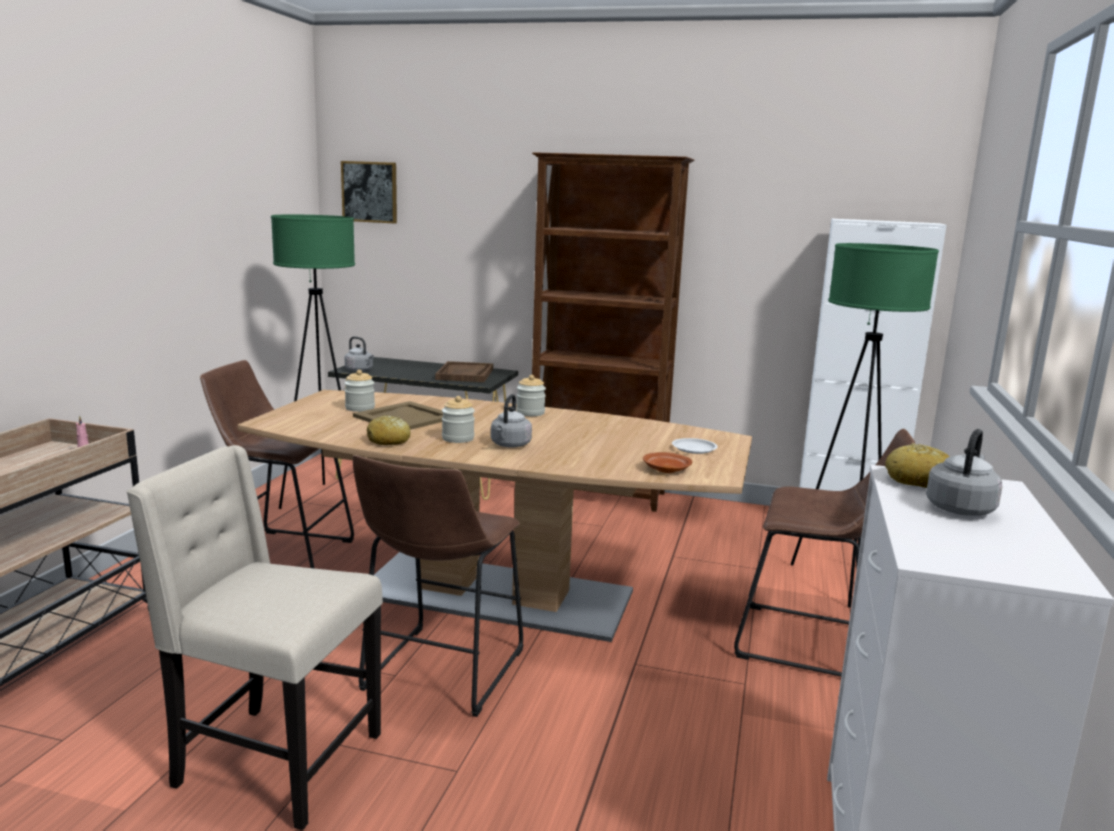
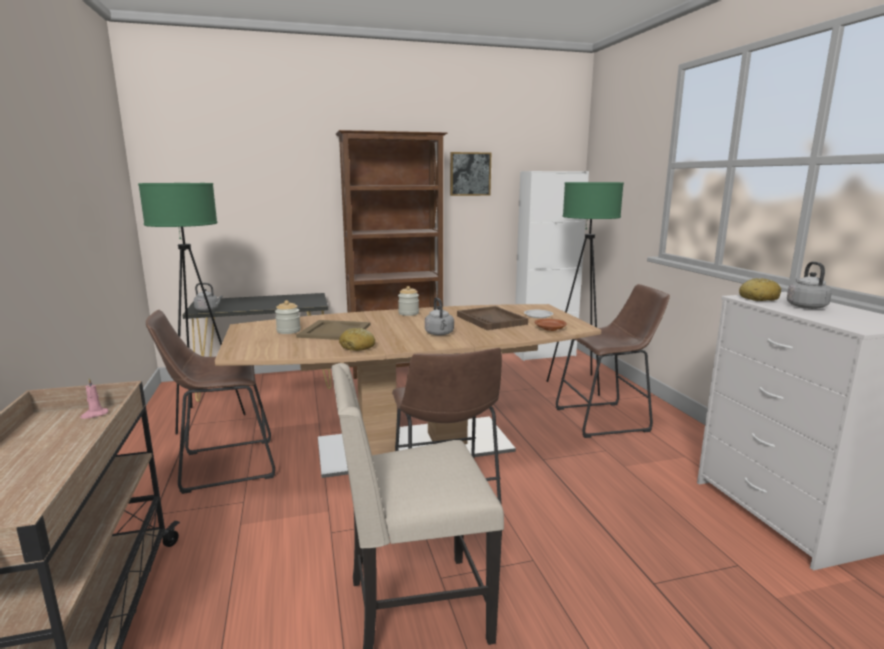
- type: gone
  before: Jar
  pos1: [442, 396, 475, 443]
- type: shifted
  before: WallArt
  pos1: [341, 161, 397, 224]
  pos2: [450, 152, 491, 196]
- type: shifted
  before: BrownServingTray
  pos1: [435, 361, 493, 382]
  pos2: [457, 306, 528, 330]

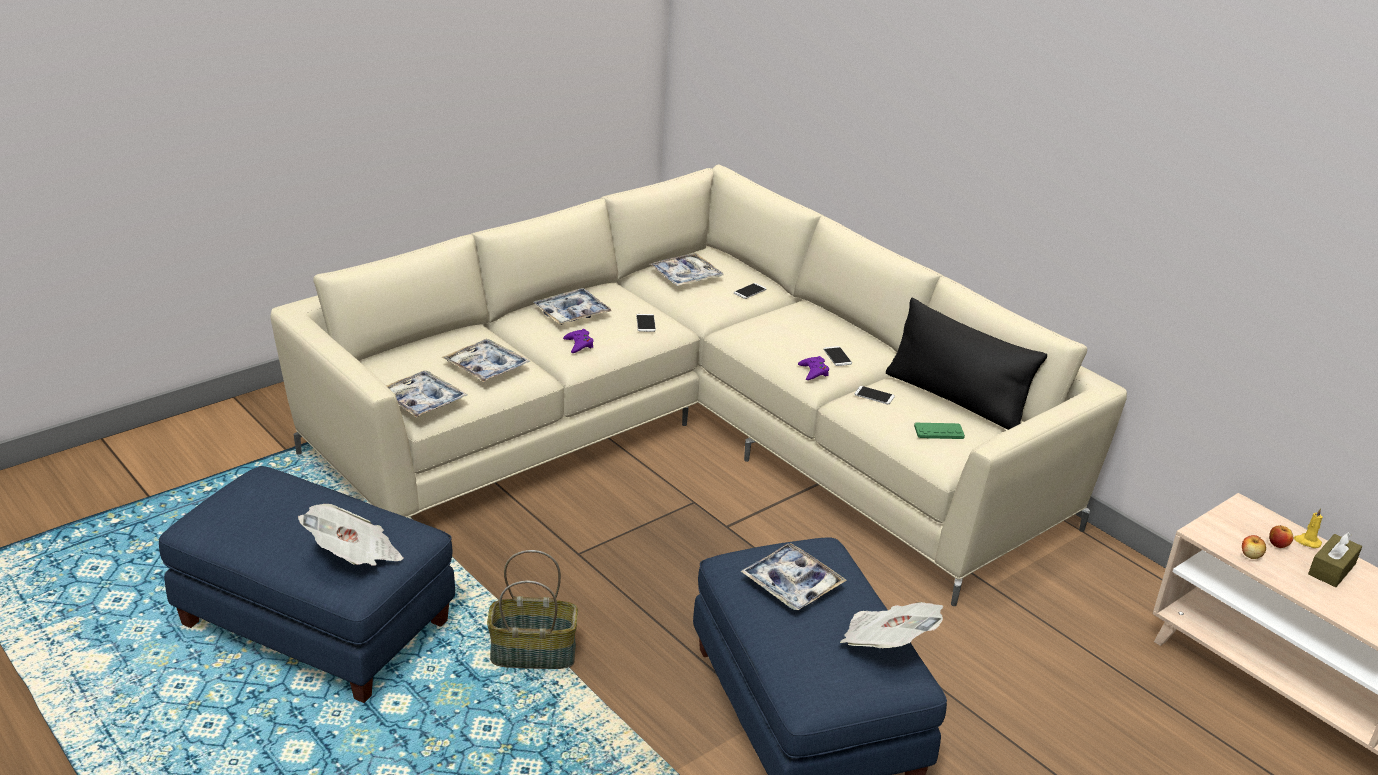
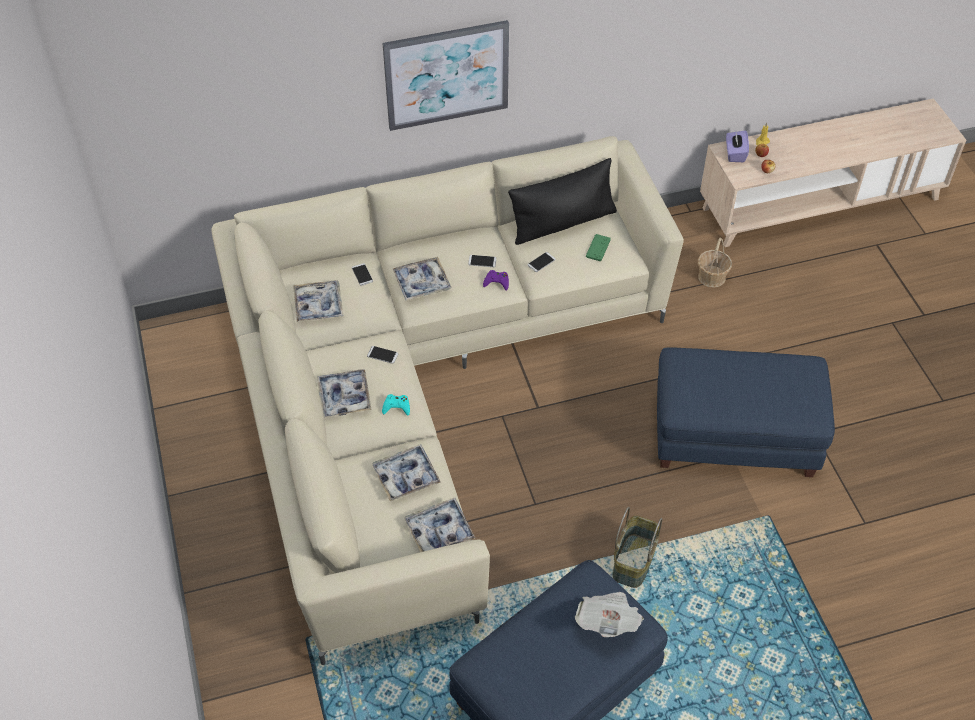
- type: gone
  before: PrintedPaper
  pos1: [840, 602, 944, 648]
- type: gone
  before: BrownTissueHolder
  pos1: [1308, 532, 1362, 587]
- type: new
  after: WallArt
  pos2: [383, 20, 509, 131]
- type: new
  after: HouseholdBasket
  pos2: [698, 238, 732, 288]
- type: new
  after: PurpleColouredTissueHolder
  pos2: [726, 130, 749, 162]
- type: shifted
  before: ServingTray
  pos1: [740, 543, 847, 610]
  pos2: [393, 257, 452, 300]
- type: repainted
  before: PurpleColouredGamepad
  after: TurquoiseColouredGamepad
  pos1: [563, 329, 594, 353]
  pos2: [382, 394, 410, 416]

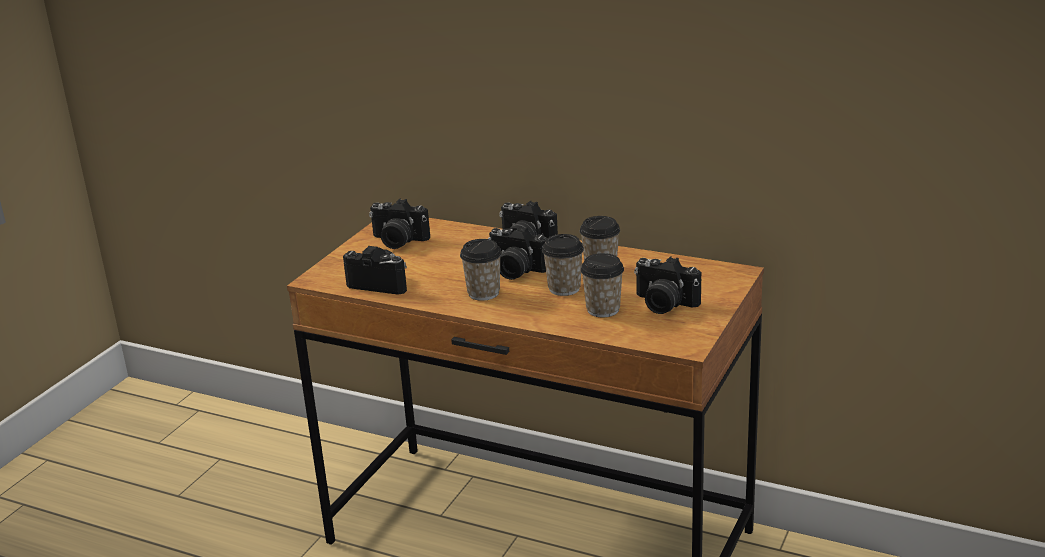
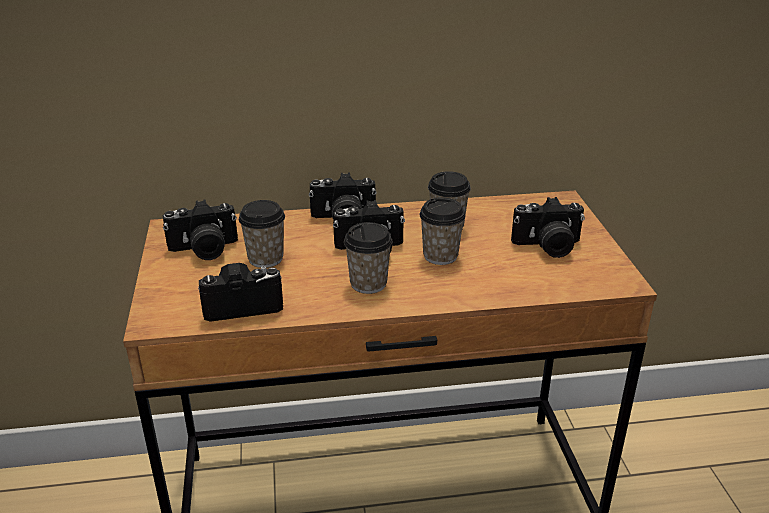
- type: shifted
  before: DrinkingCup
  pos1: [580, 253, 624, 317]
  pos2: [239, 200, 285, 268]

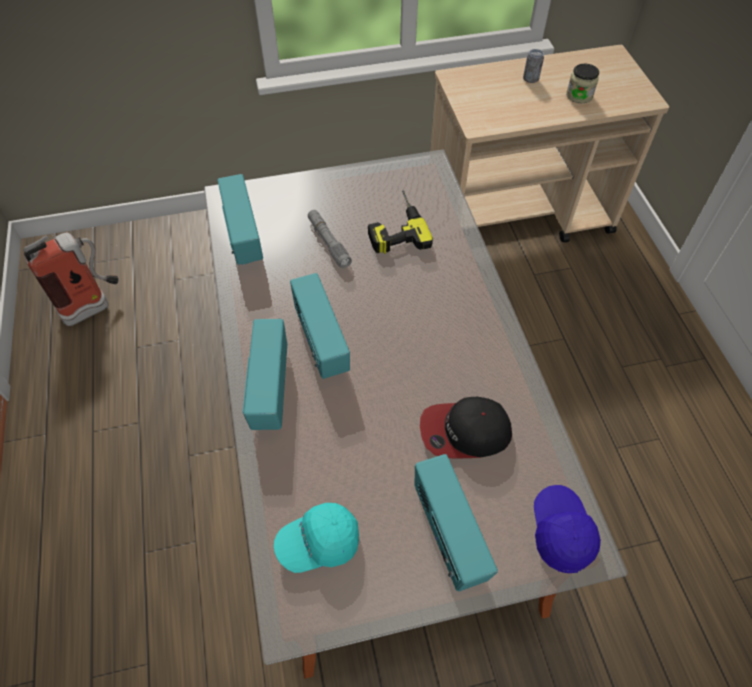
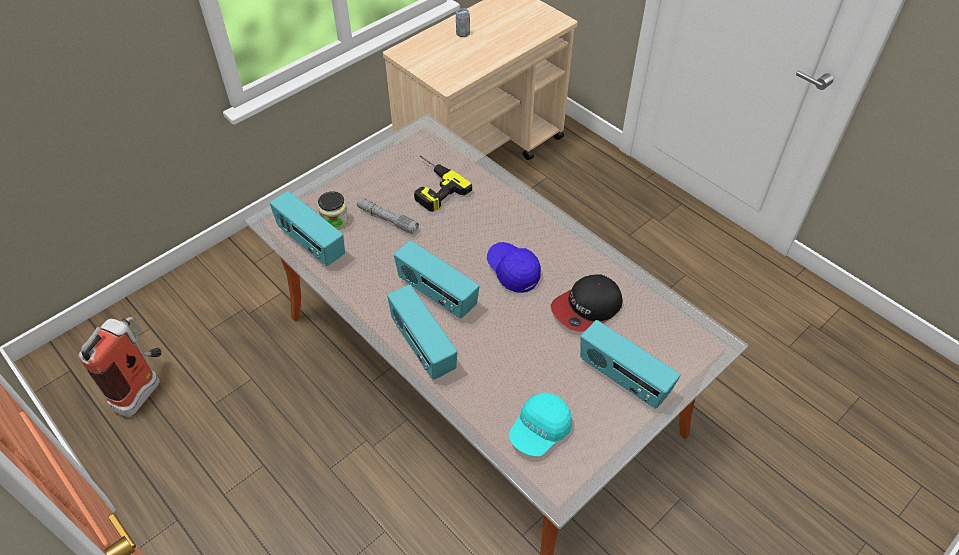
- type: shifted
  before: BluePeakedCap
  pos1: [534, 485, 601, 573]
  pos2: [487, 242, 541, 293]
- type: shifted
  before: Jar
  pos1: [566, 64, 599, 103]
  pos2: [318, 191, 349, 229]

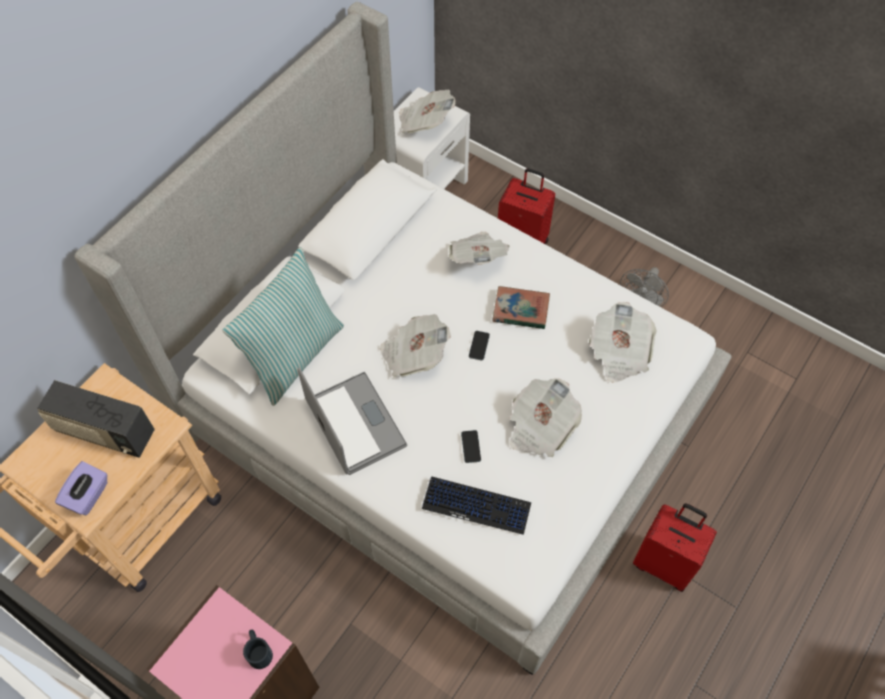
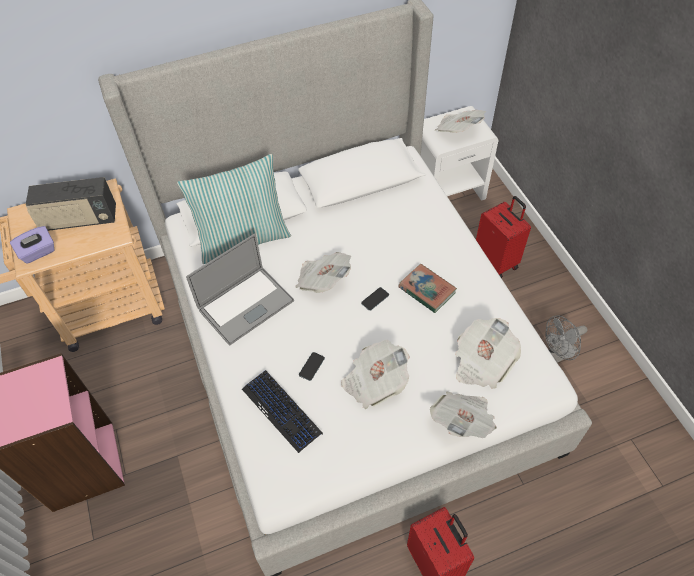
- type: gone
  before: BlackishCoffeeMug
  pos1: [243, 629, 273, 669]
- type: shifted
  before: PrintedPaper
  pos1: [448, 232, 510, 265]
  pos2: [430, 392, 496, 438]
- type: rotated
  before: Radio
  pos1: [37, 380, 155, 458]
  pos2: [26, 177, 116, 231]
  turn: -60
- type: rotated
  before: NotebookComputer
  pos1: [298, 367, 407, 475]
  pos2: [186, 233, 294, 345]
  turn: 45

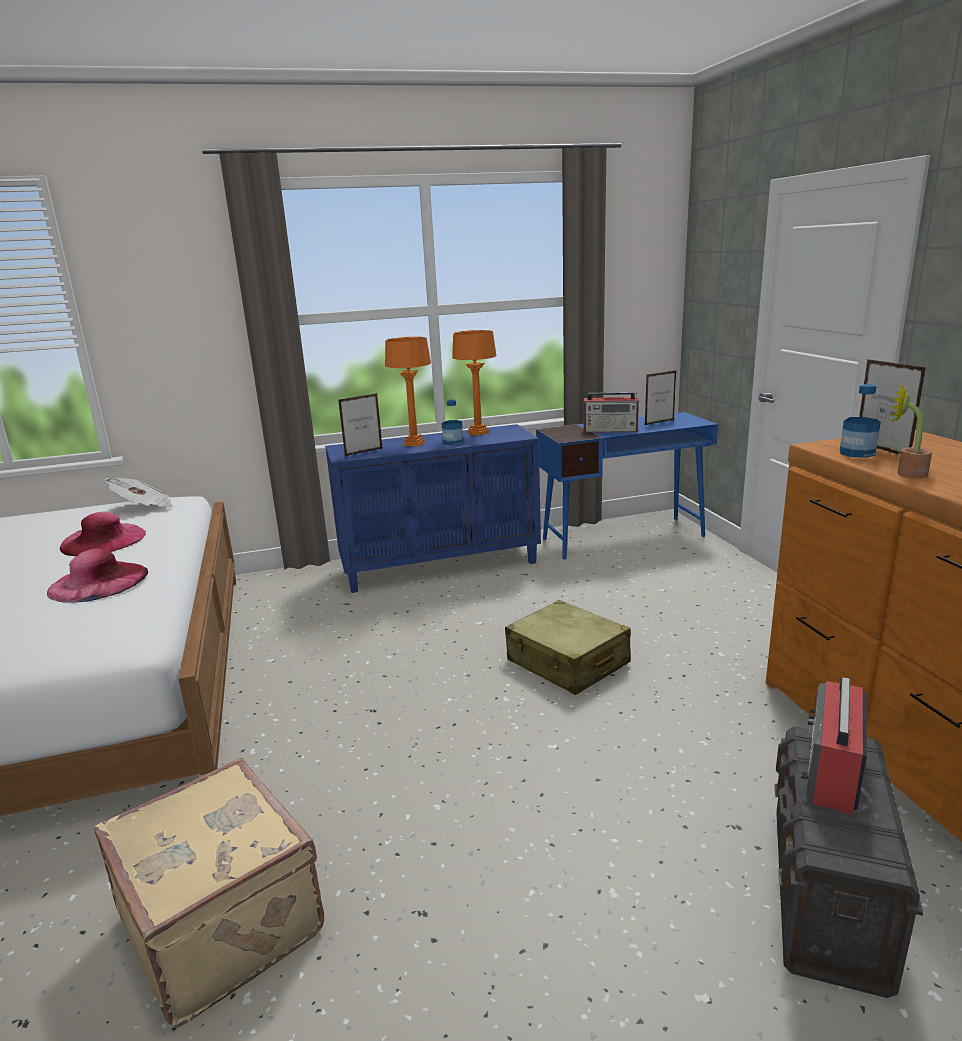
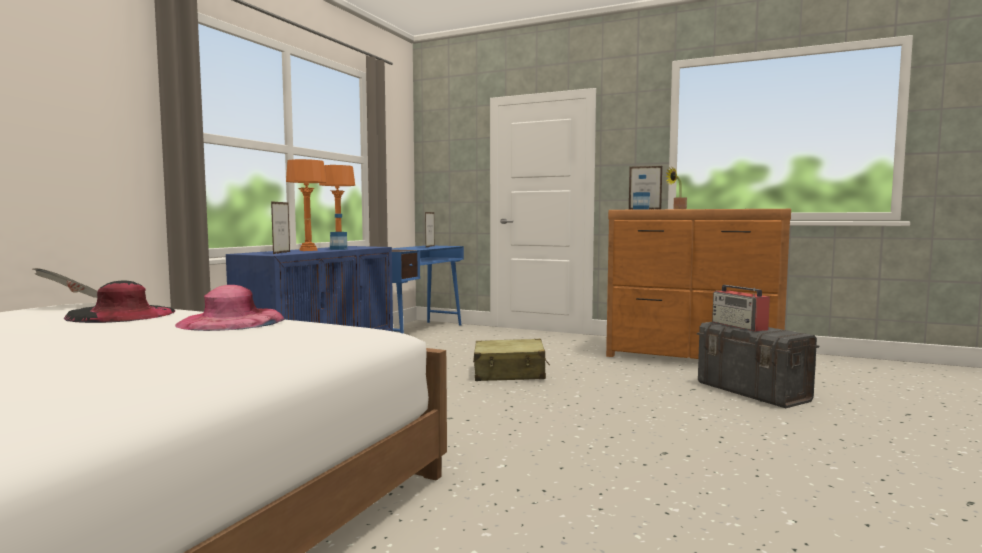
- type: gone
  before: SandColouredPieceOfLuggage
  pos1: [94, 758, 324, 1027]
- type: gone
  before: Radio
  pos1: [584, 392, 639, 433]
- type: repainted
  before: PinkColouredHat
  after: BlackishHat
  pos1: [60, 512, 146, 556]
  pos2: [63, 281, 175, 323]

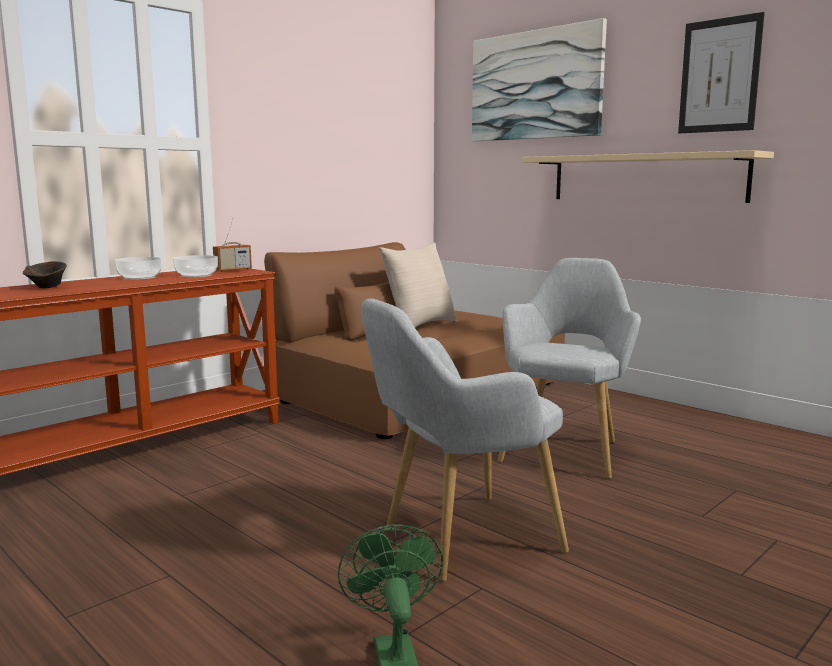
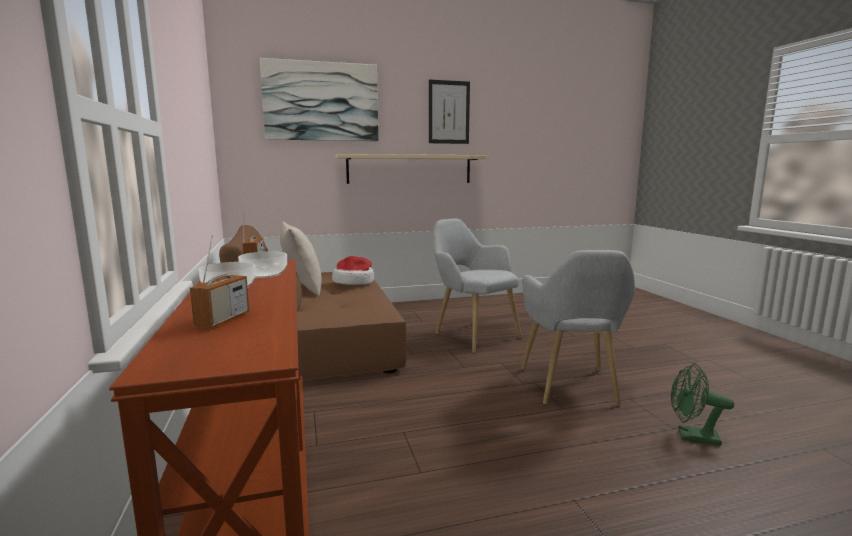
- type: new
  after: Hat
  pos2: [332, 256, 374, 285]
- type: swapped
  before: BrownBowl
  after: Radio
  pos1: [23, 261, 67, 288]
  pos2: [190, 236, 249, 328]

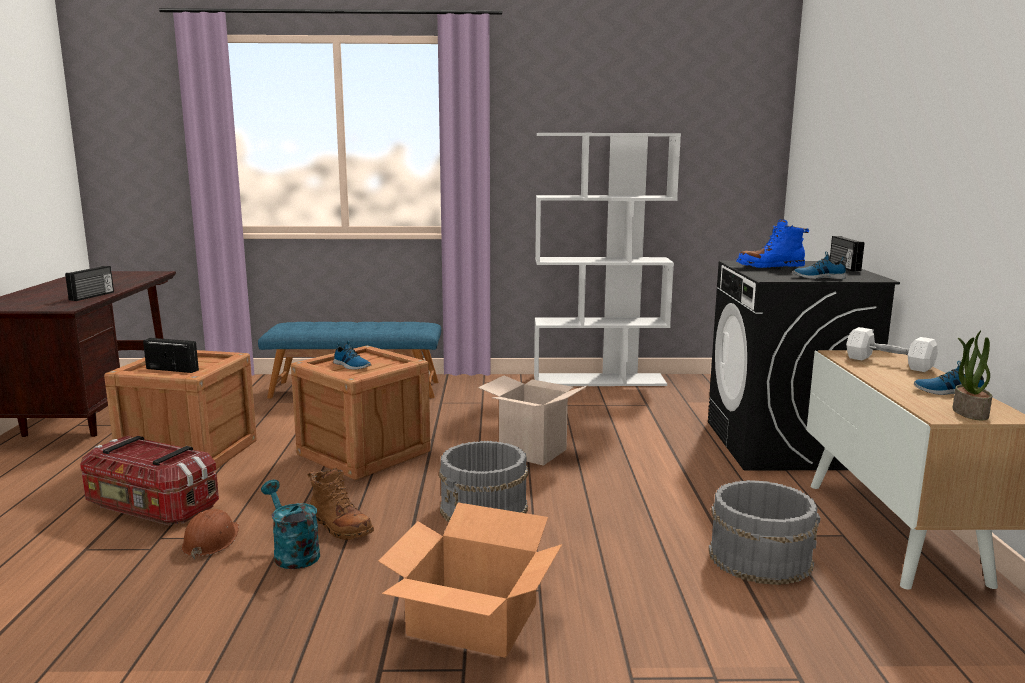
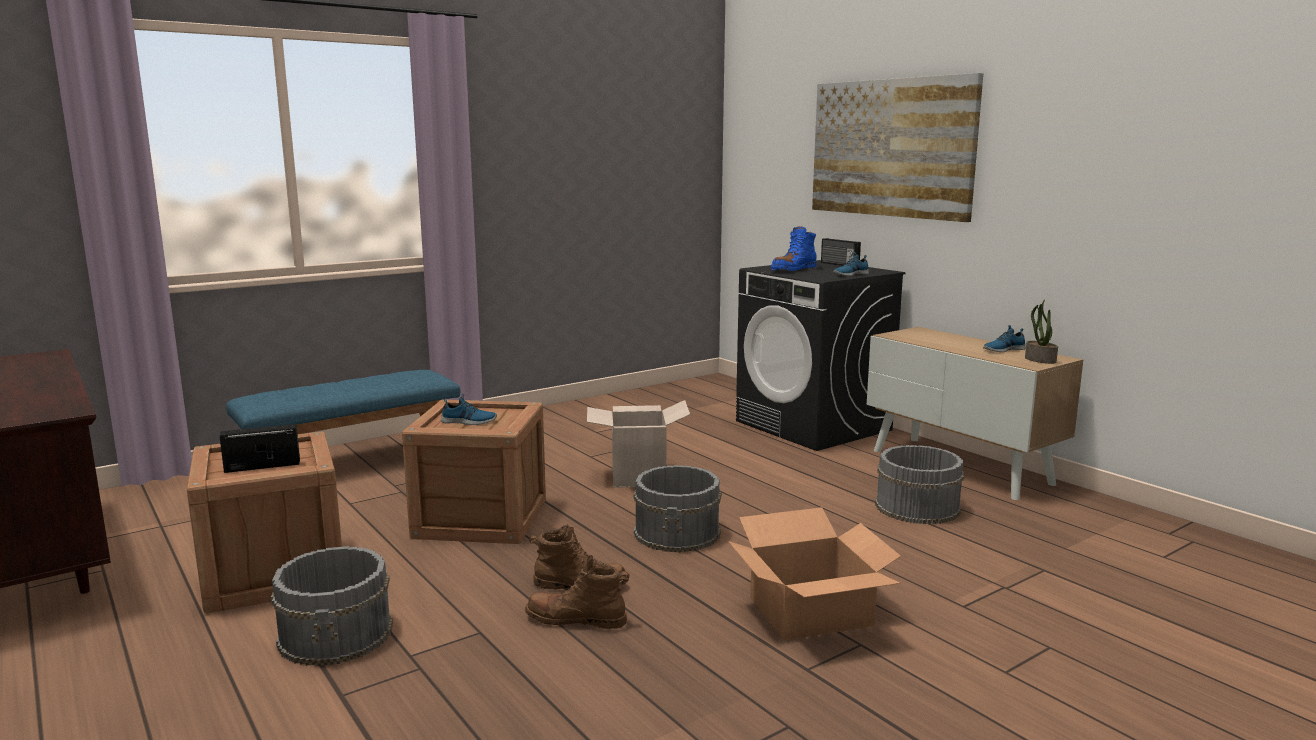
- type: gone
  before: Radio
  pos1: [65, 266, 114, 301]
- type: gone
  before: BrownWorkHelmet
  pos1: [182, 509, 239, 559]
- type: gone
  before: WhiteColouredBookshelf
  pos1: [534, 133, 681, 386]
- type: gone
  before: WhiteColouredDumbbell
  pos1: [846, 327, 938, 372]
- type: new
  after: WallArt
  pos2: [812, 73, 983, 222]
- type: swapped
  before: StorageContainer
  after: GreyWaterBucket
  pos1: [80, 436, 219, 525]
  pos2: [271, 546, 393, 666]
- type: swapped
  before: TurquoiseColouredWateringCan
  after: BrownHighTopBoot
  pos1: [261, 480, 320, 569]
  pos2: [525, 555, 630, 629]

